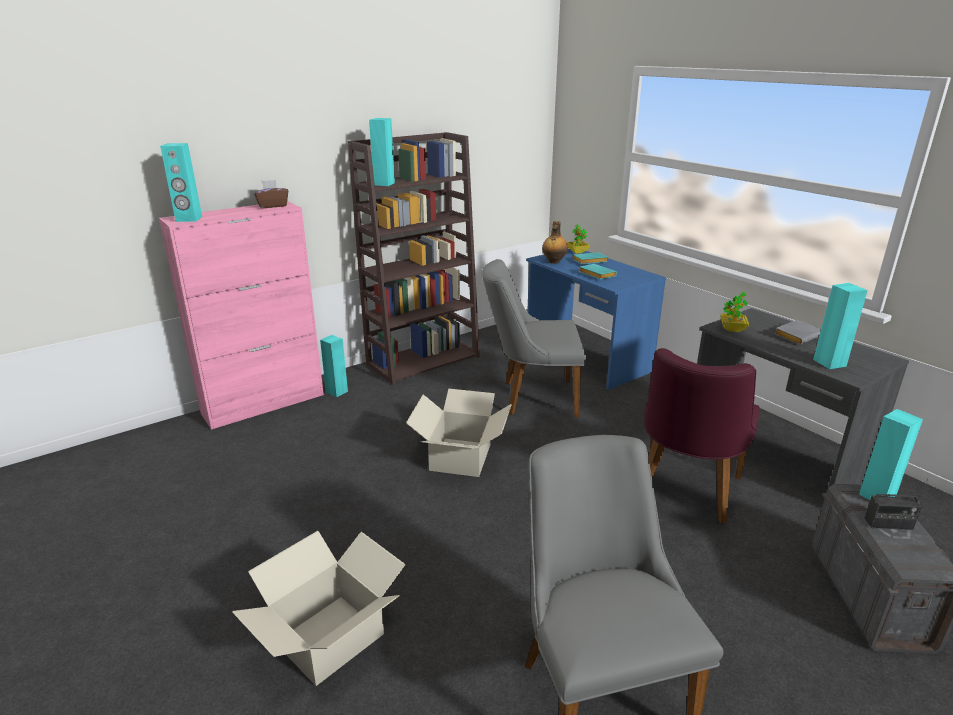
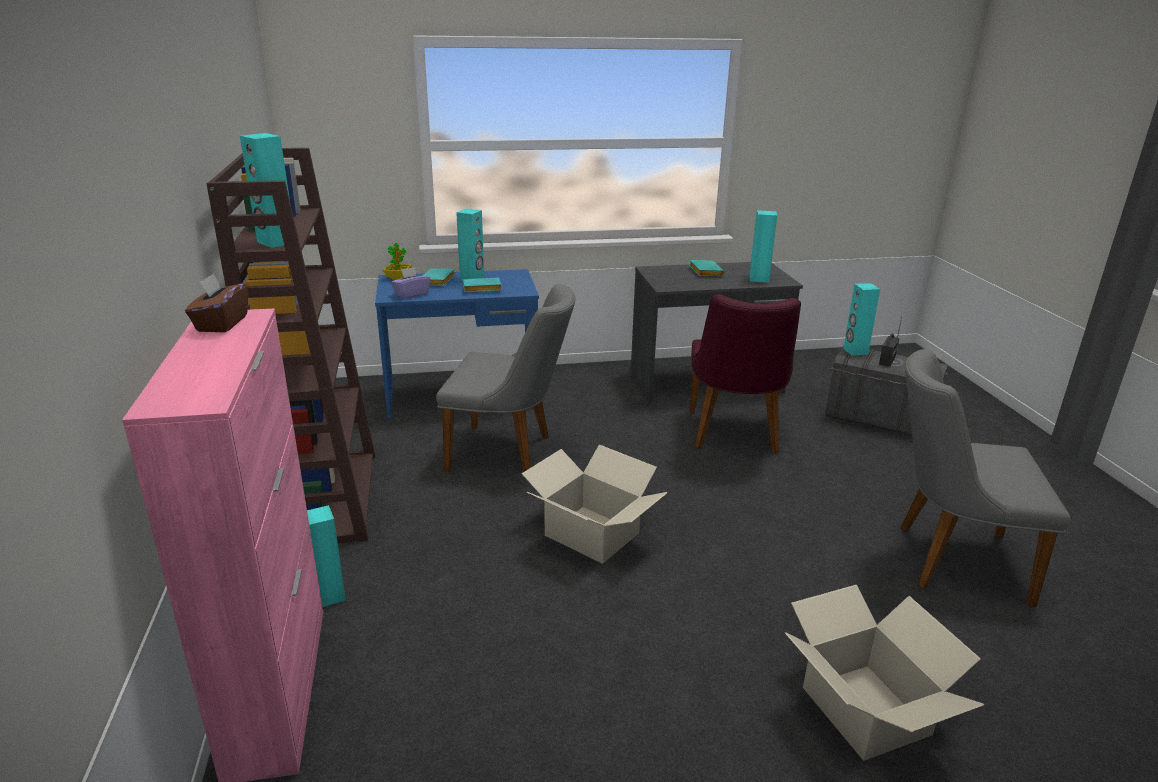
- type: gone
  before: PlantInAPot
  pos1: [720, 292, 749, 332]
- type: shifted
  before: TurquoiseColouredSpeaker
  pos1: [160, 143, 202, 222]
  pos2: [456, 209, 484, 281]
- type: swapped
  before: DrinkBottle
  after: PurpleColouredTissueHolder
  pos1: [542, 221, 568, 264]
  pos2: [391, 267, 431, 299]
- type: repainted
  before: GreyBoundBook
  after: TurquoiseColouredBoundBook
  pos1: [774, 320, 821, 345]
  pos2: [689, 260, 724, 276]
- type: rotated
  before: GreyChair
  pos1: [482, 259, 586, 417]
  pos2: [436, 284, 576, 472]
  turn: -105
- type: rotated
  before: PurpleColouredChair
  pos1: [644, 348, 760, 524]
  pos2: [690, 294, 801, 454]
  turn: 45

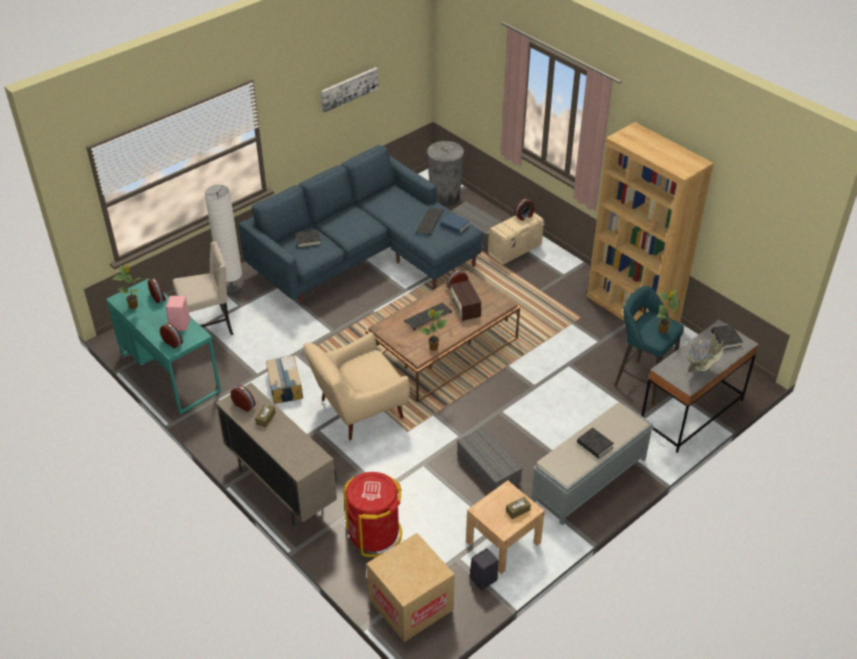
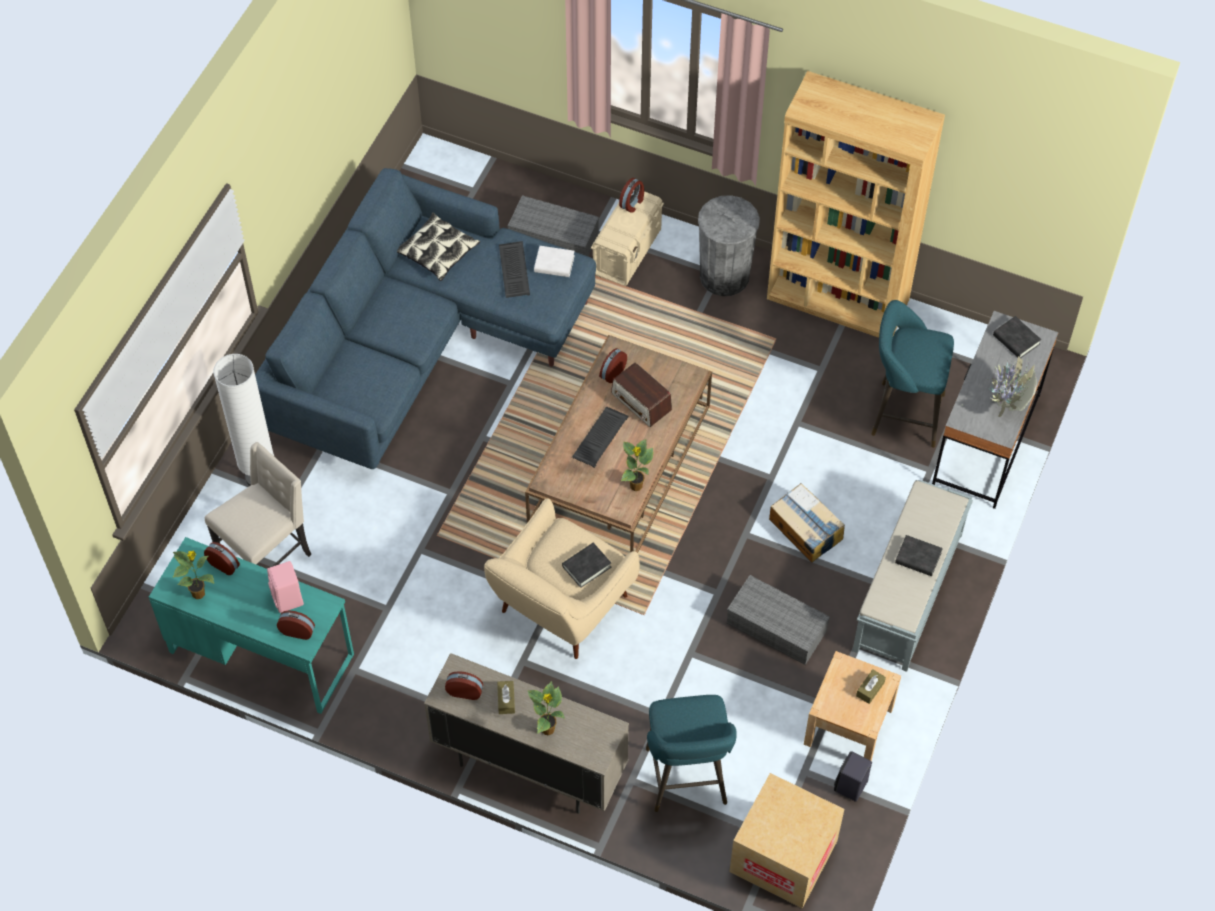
- type: gone
  before: WallArt
  pos1: [321, 67, 379, 113]
- type: new
  after: Cushion
  pos2: [397, 212, 480, 281]
- type: shifted
  before: Carton
  pos1: [266, 355, 303, 404]
  pos2: [769, 483, 845, 562]
- type: shifted
  before: BlackishBoundBook
  pos1: [295, 230, 321, 248]
  pos2: [562, 543, 611, 588]
- type: shifted
  before: GreyTrashCan
  pos1: [427, 141, 464, 207]
  pos2: [698, 195, 760, 296]
- type: shifted
  before: PlantInAPot
  pos1: [657, 290, 679, 333]
  pos2: [527, 681, 565, 736]
- type: swapped
  before: RedTrashCan
  after: TurquoiseColouredStool
  pos1: [344, 472, 402, 557]
  pos2: [646, 695, 737, 812]
- type: repainted
  before: BlueBoundBook
  after: WhiteColouredBoundBook
  pos1: [441, 213, 470, 234]
  pos2: [534, 246, 575, 277]

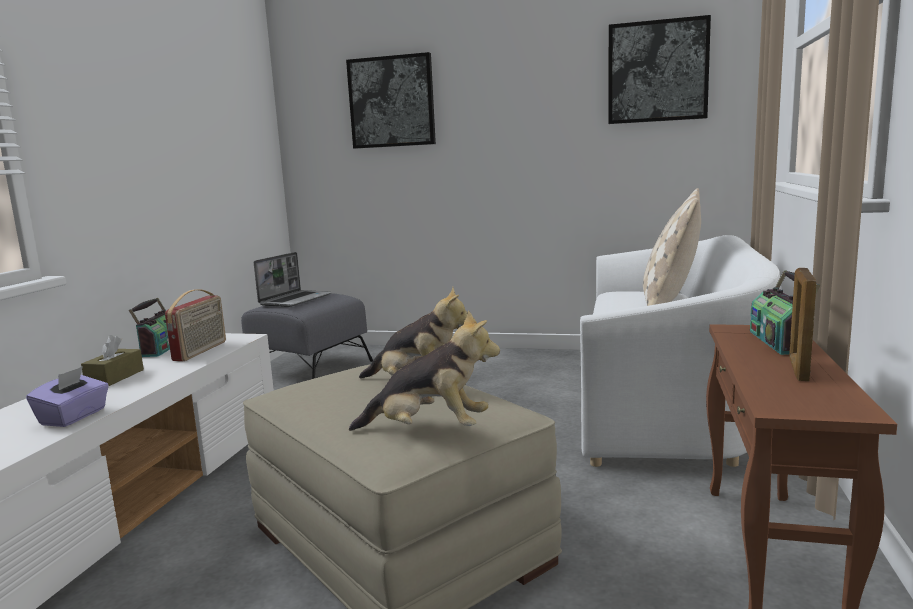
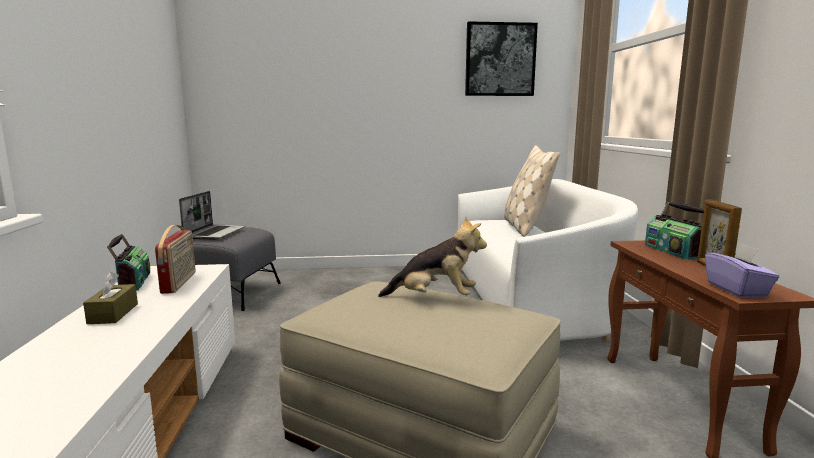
- type: gone
  before: WallArt
  pos1: [346, 52, 436, 149]
- type: gone
  before: PlushToy
  pos1: [349, 310, 500, 431]
- type: shifted
  before: PurpleColouredTissueHolder
  pos1: [26, 366, 109, 427]
  pos2: [705, 243, 779, 298]

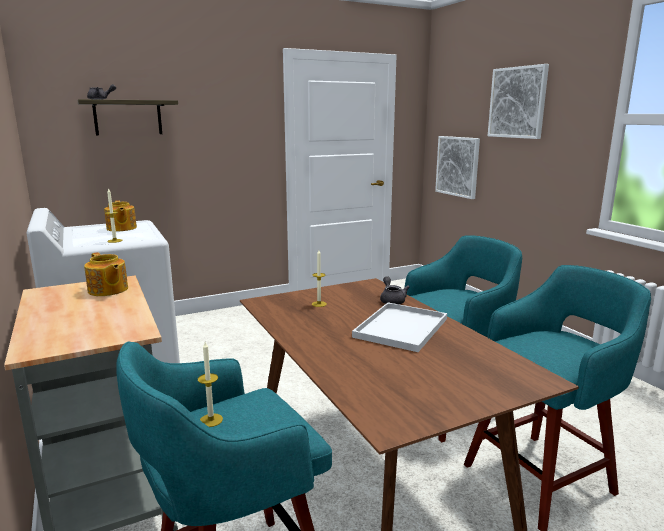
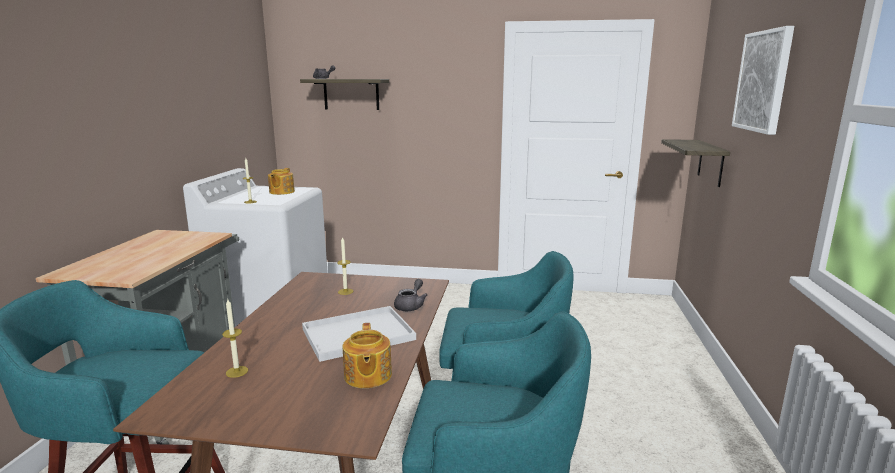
- type: shifted
  before: Teapot
  pos1: [84, 252, 128, 296]
  pos2: [342, 323, 392, 388]
- type: shifted
  before: Candle
  pos1: [198, 342, 223, 427]
  pos2: [222, 299, 248, 378]
- type: swapped
  before: WallArt
  after: BracketShelf
  pos1: [435, 136, 480, 199]
  pos2: [661, 139, 730, 187]

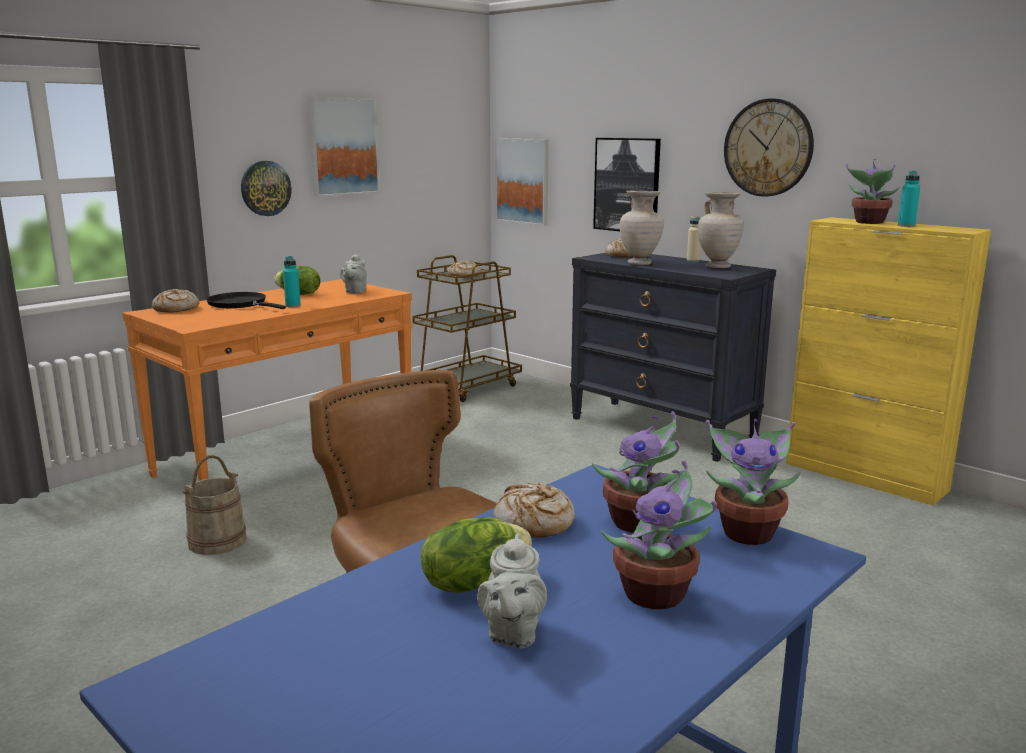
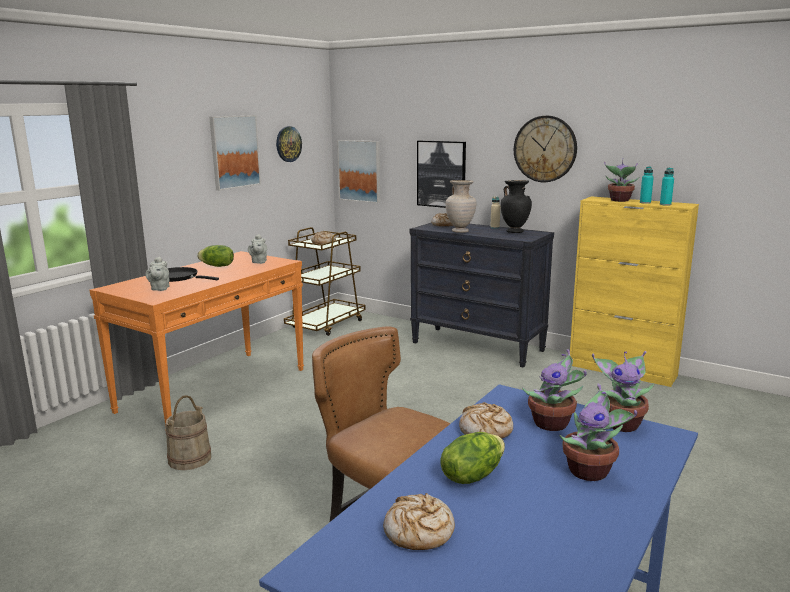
- type: shifted
  before: Bread
  pos1: [152, 289, 199, 312]
  pos2: [383, 493, 455, 550]
- type: shifted
  before: WallClock
  pos1: [241, 161, 292, 216]
  pos2: [276, 126, 302, 162]
- type: shifted
  before: TurquoiseColouredDrinkBottle
  pos1: [283, 256, 301, 307]
  pos2: [660, 168, 674, 206]
- type: shifted
  before: GreyTeapot
  pos1: [477, 534, 547, 648]
  pos2: [145, 256, 170, 291]
- type: repainted
  before: SandColouredDecorativeVase
  after: BlackishDecorativeVase
  pos1: [698, 192, 744, 268]
  pos2: [500, 180, 532, 233]

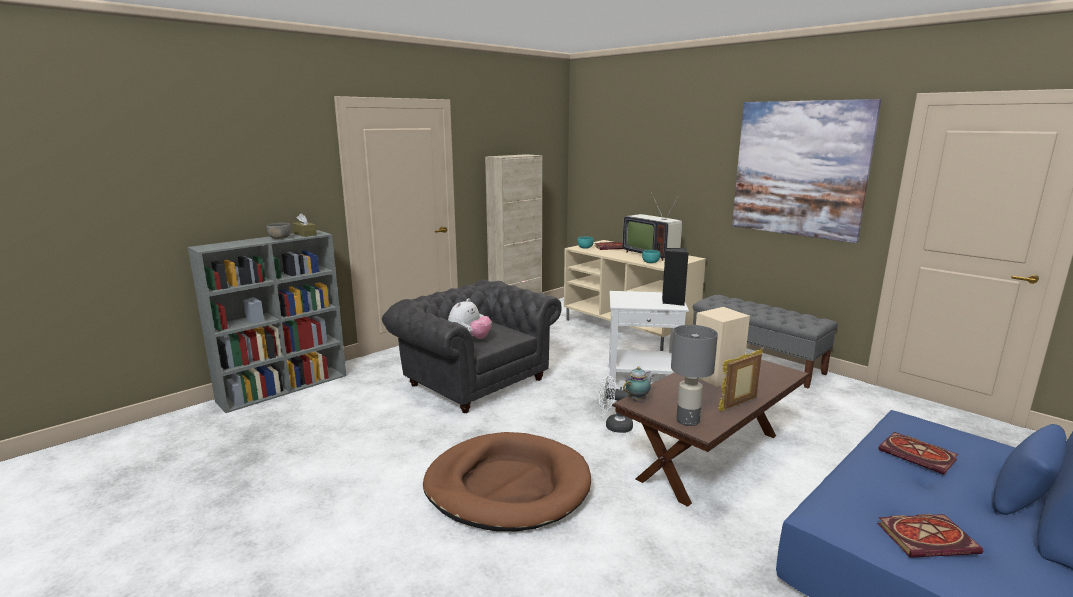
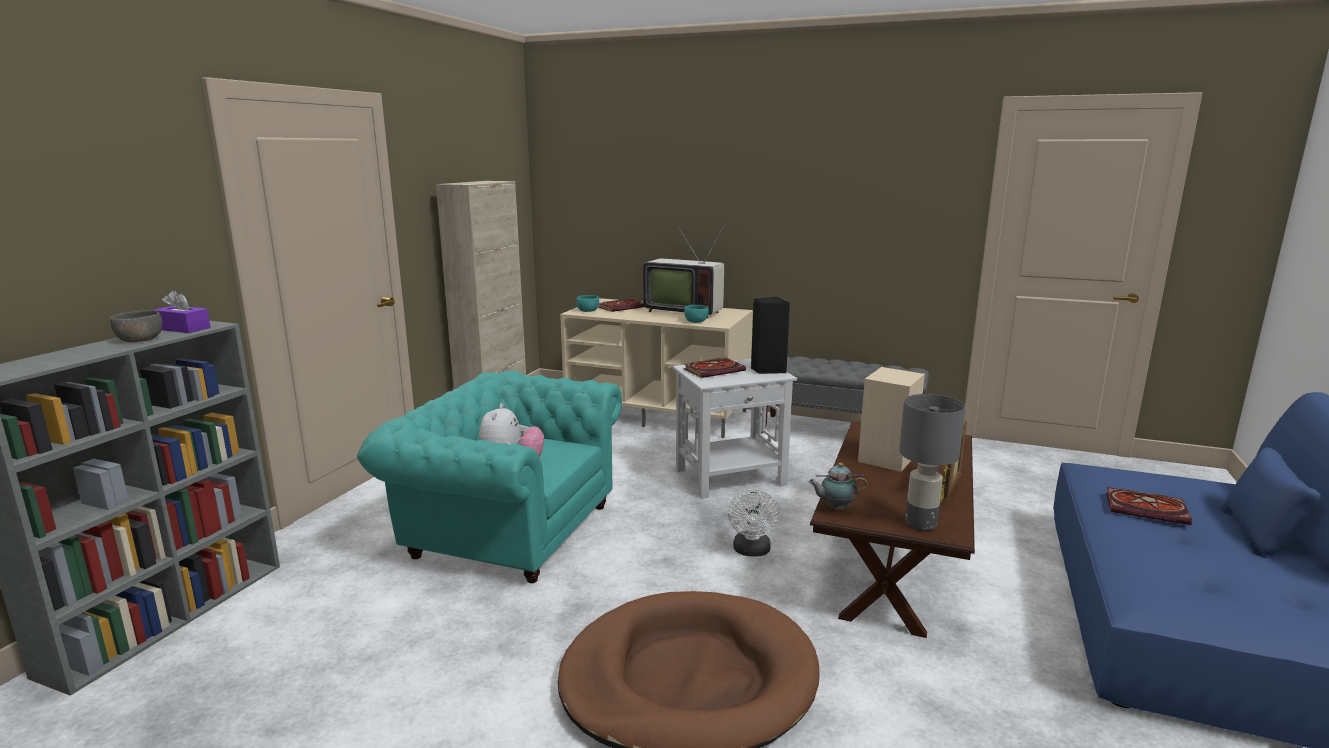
- type: gone
  before: WallArt
  pos1: [732, 99, 881, 243]
- type: shifted
  before: BoundBook
  pos1: [877, 514, 983, 558]
  pos2: [684, 357, 746, 378]
- type: repainted
  before: BrownTissueHolder
  after: PurpleColouredTissueHolder
  pos1: [292, 213, 317, 237]
  pos2: [154, 290, 211, 333]
- type: repainted
  before: GreyEasyChair
  after: TurquoiseColouredEasyChair
  pos1: [382, 280, 562, 413]
  pos2: [357, 371, 622, 583]
- type: rotated
  before: WhiteColouredFan
  pos1: [598, 376, 633, 433]
  pos2: [728, 489, 780, 557]
  turn: -75
- type: rotated
  before: Teapot
  pos1: [623, 367, 654, 401]
  pos2: [808, 463, 868, 509]
  turn: -120

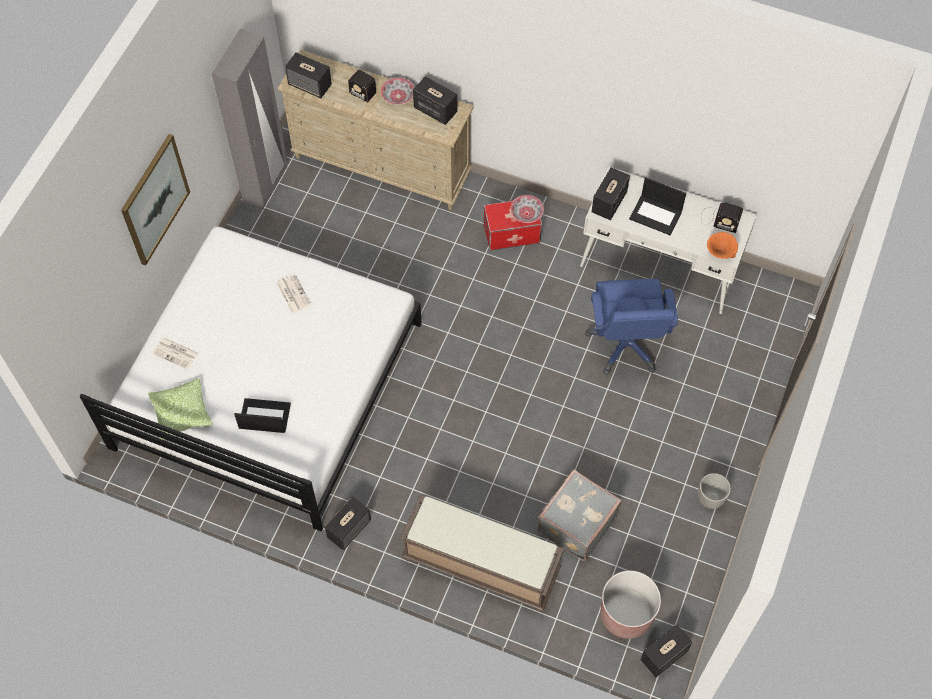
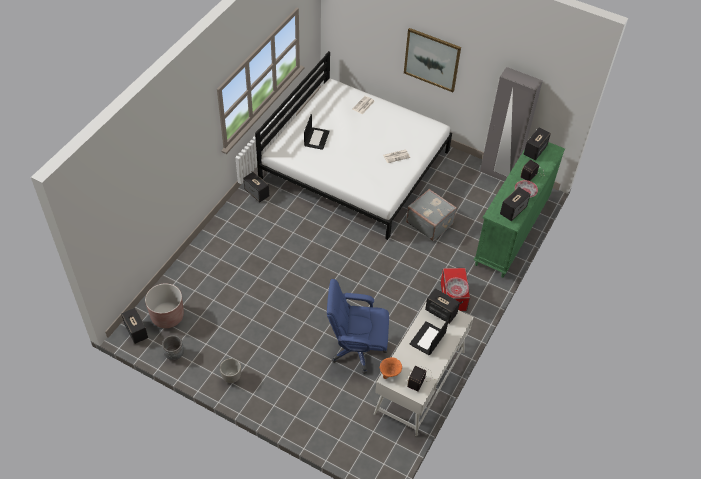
- type: gone
  before: Cushion
  pos1: [148, 378, 212, 440]
- type: gone
  before: BrownBench
  pos1: [400, 494, 564, 612]
- type: new
  after: GreyFlowerPot
  pos2: [162, 335, 184, 360]
- type: shifted
  before: GreyPieceOfLuggage
  pos1: [538, 469, 621, 561]
  pos2: [406, 189, 457, 241]
- type: repainted
  before: SandColouredChestOfDrawers
  after: GreenChestOfDrawers
  pos1: [278, 50, 474, 210]
  pos2: [473, 142, 565, 278]

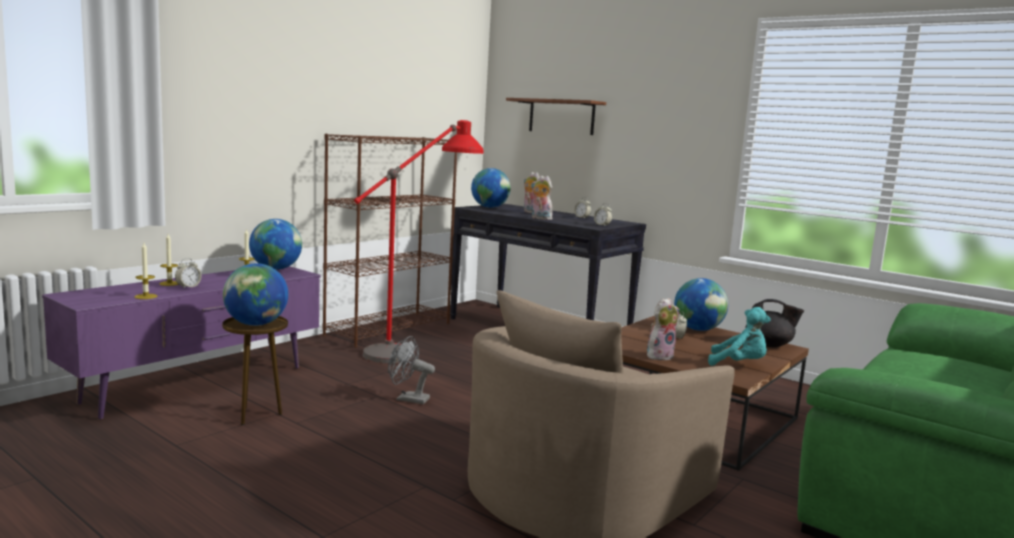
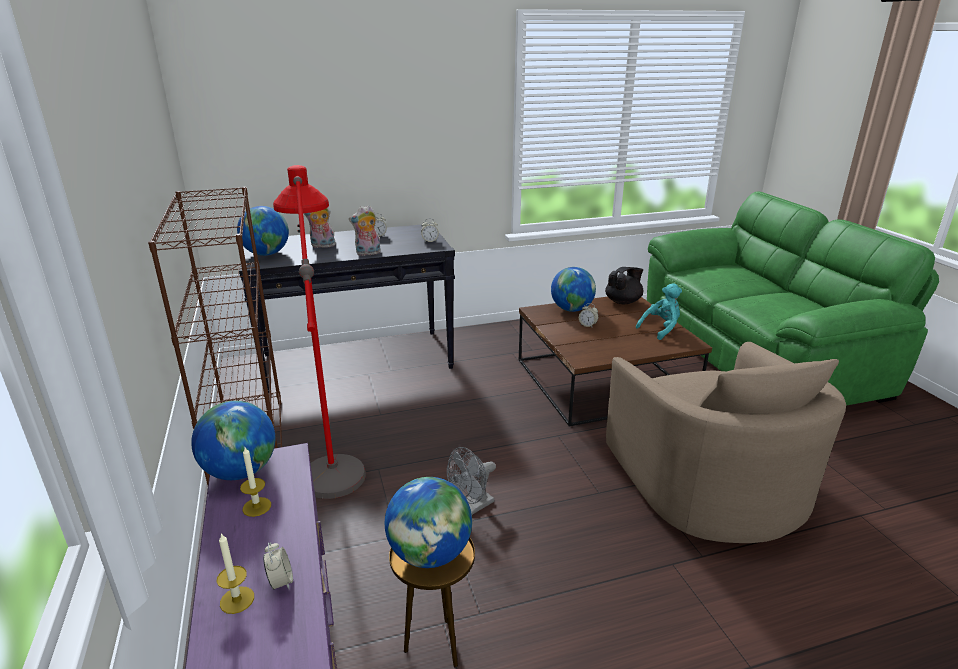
- type: gone
  before: Candle
  pos1: [134, 243, 157, 299]
- type: gone
  before: BrownBracketShelf
  pos1: [506, 98, 606, 135]
- type: gone
  before: PlushToy
  pos1: [647, 298, 679, 360]

